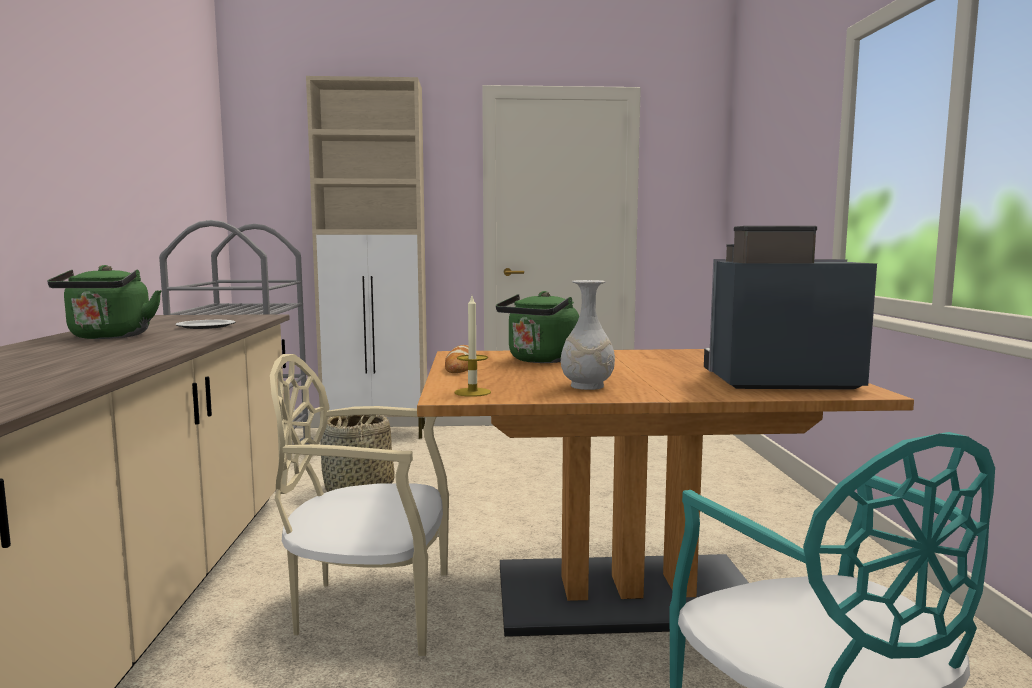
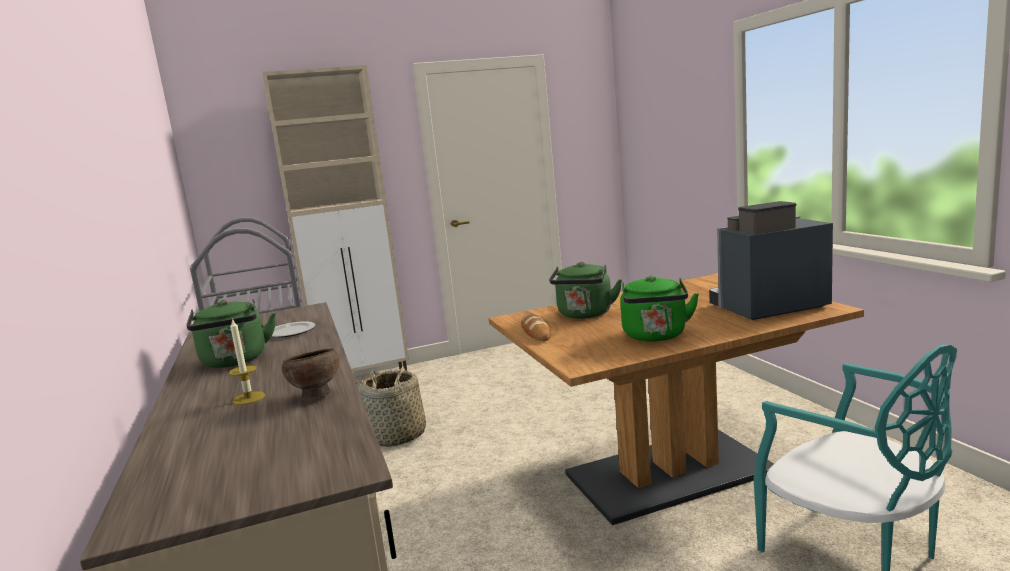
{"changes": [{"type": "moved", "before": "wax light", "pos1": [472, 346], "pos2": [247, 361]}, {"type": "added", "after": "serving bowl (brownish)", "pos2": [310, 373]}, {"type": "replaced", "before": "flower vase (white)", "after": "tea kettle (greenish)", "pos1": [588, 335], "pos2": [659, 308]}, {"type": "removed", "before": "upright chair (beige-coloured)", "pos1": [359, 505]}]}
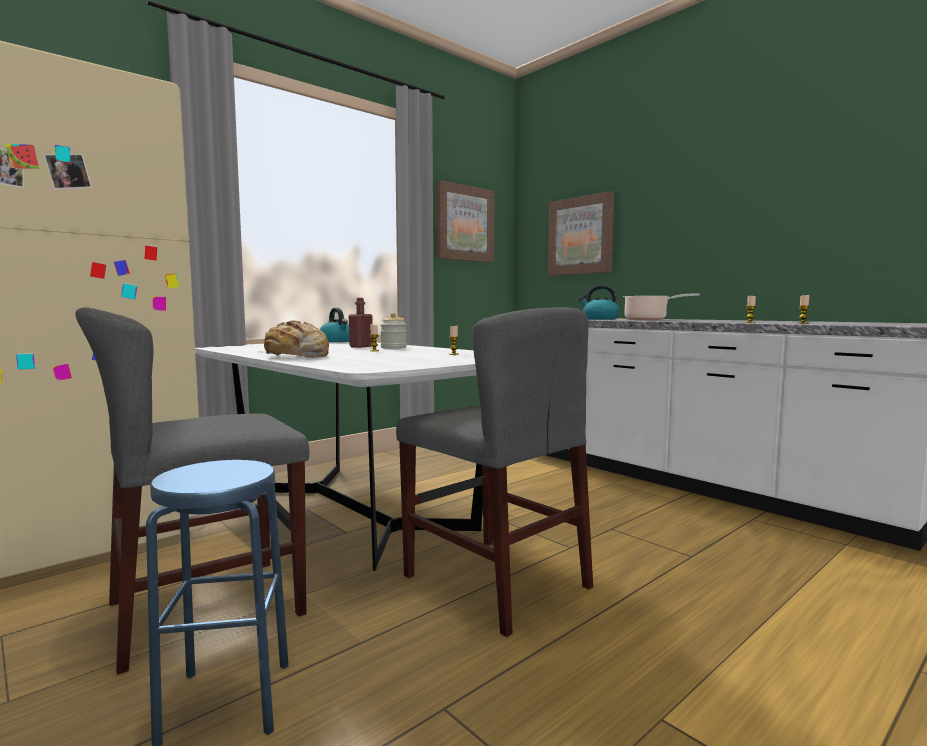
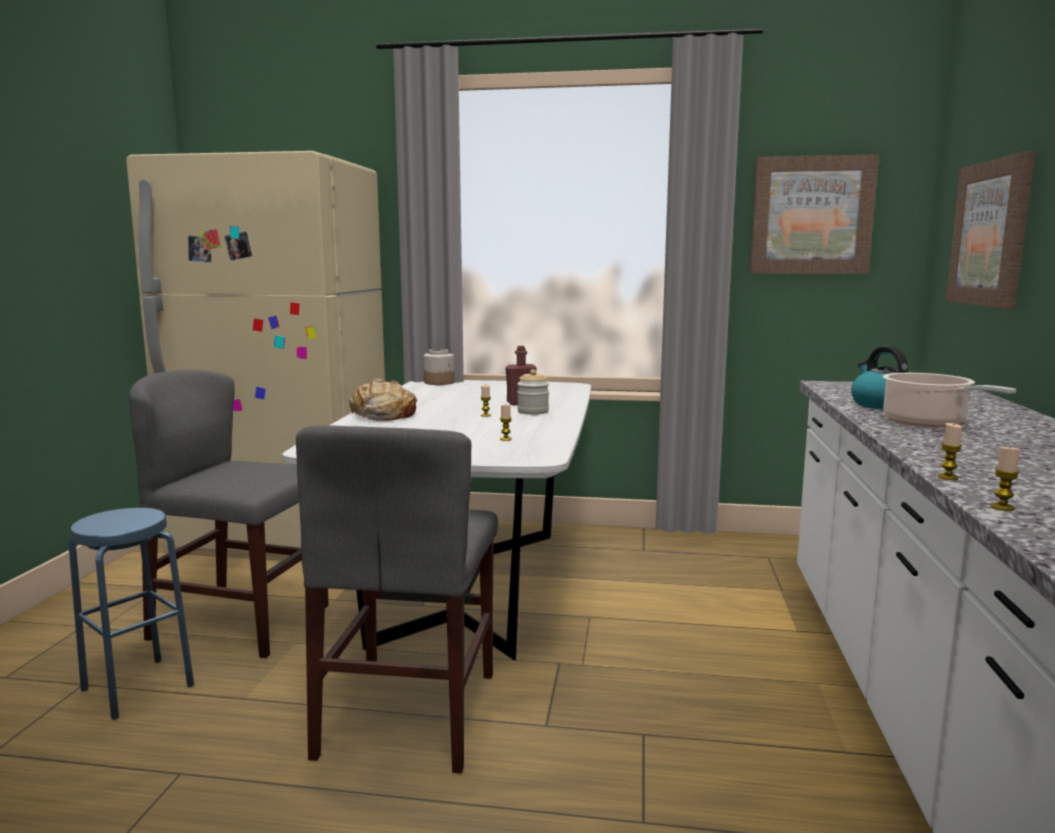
{"changes": [{"type": "added", "after": "jar", "pos2": [439, 367]}, {"type": "removed", "before": "tea kettle", "pos1": [334, 325]}]}
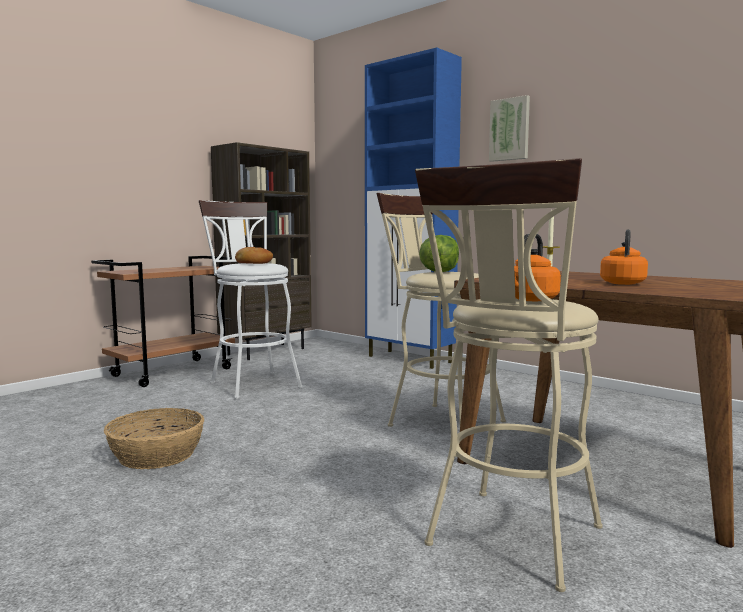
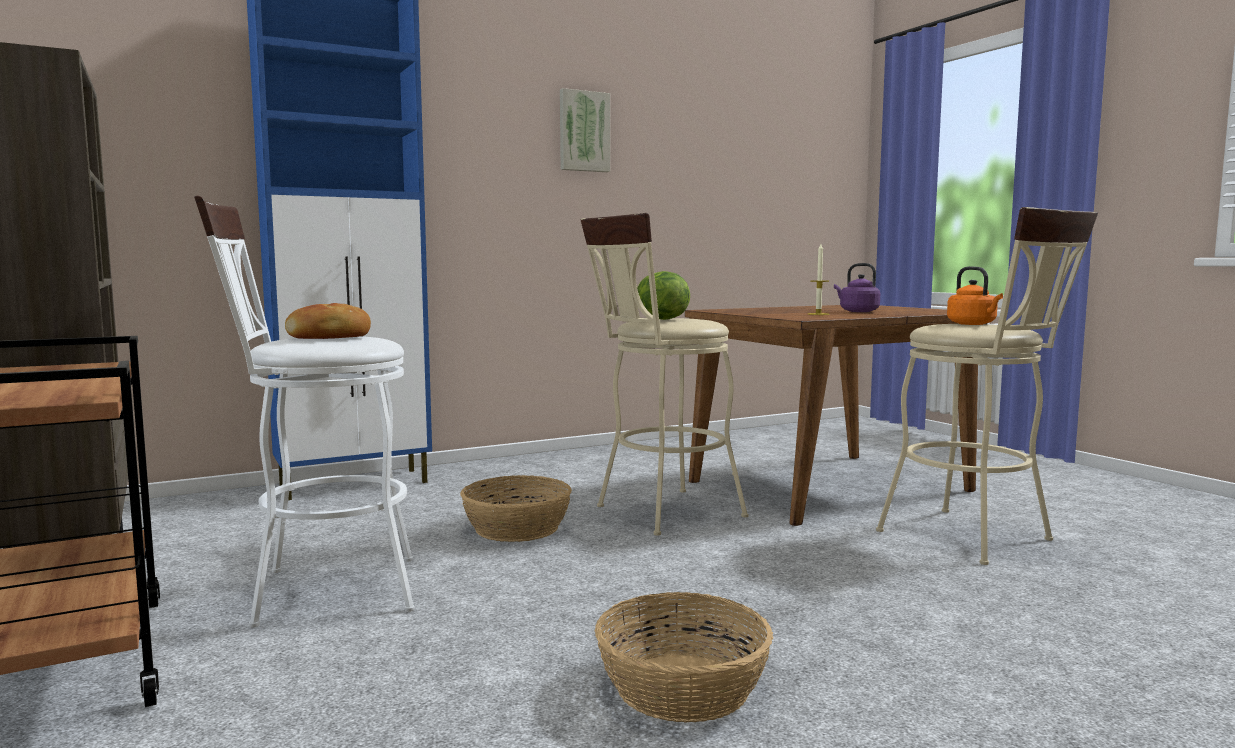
{"changes": [{"type": "added", "after": "household basket", "pos2": [516, 508]}, {"type": "moved", "before": "picture", "pos1": [509, 128], "pos2": [585, 130]}, {"type": "recoloured", "before": "tea kettle (orangey)", "after": "tea kettle (purple)", "pos1": [624, 257], "pos2": [857, 287]}]}
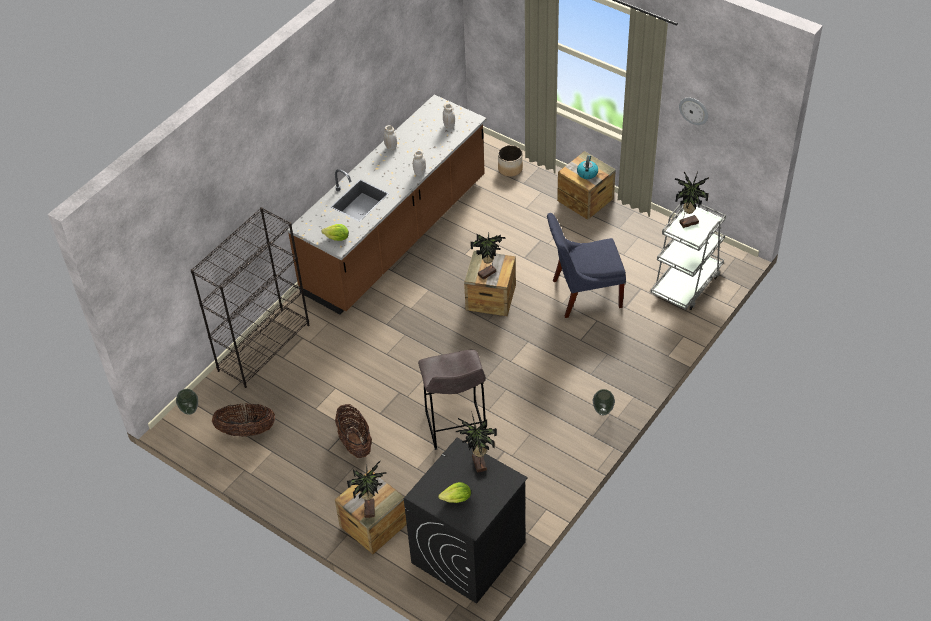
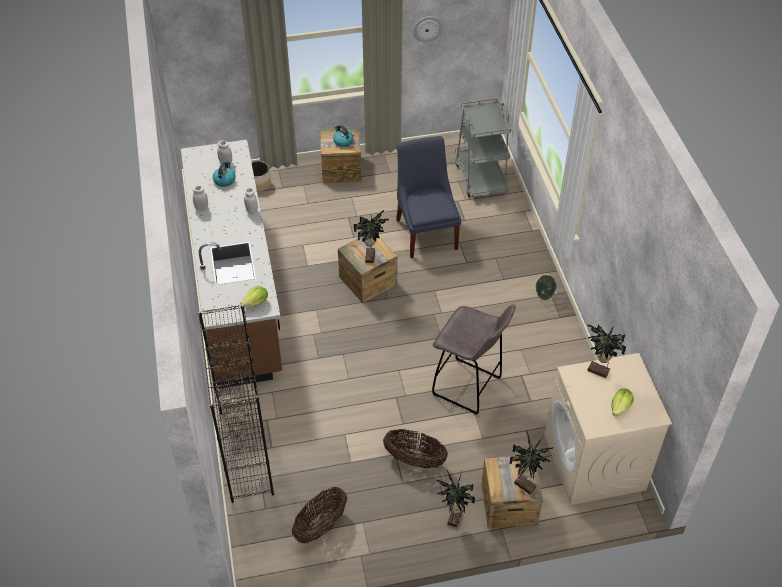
{"changes": [{"type": "added", "after": "tea kettle", "pos2": [224, 174]}, {"type": "turned", "before": "upright chair (blue)", "pos1": [586, 265], "pos2": [428, 197], "turn": 135}, {"type": "moved", "before": "potted plant", "pos1": [692, 200], "pos2": [455, 498]}, {"type": "recoloured", "before": "laundry machine (black-coloured)", "after": "laundry machine (beige-coloured)", "pos1": [466, 521], "pos2": [608, 429]}, {"type": "removed", "before": "flower vase", "pos1": [187, 402]}]}
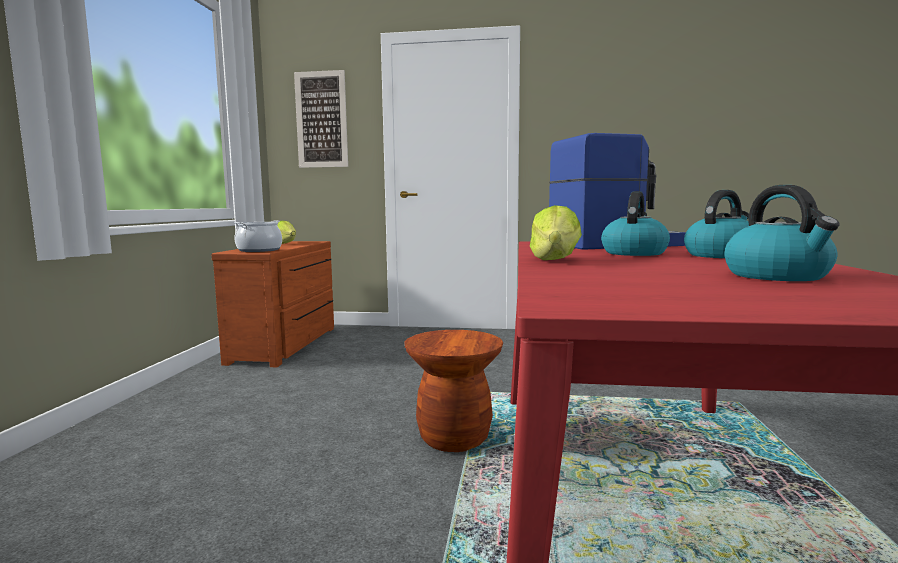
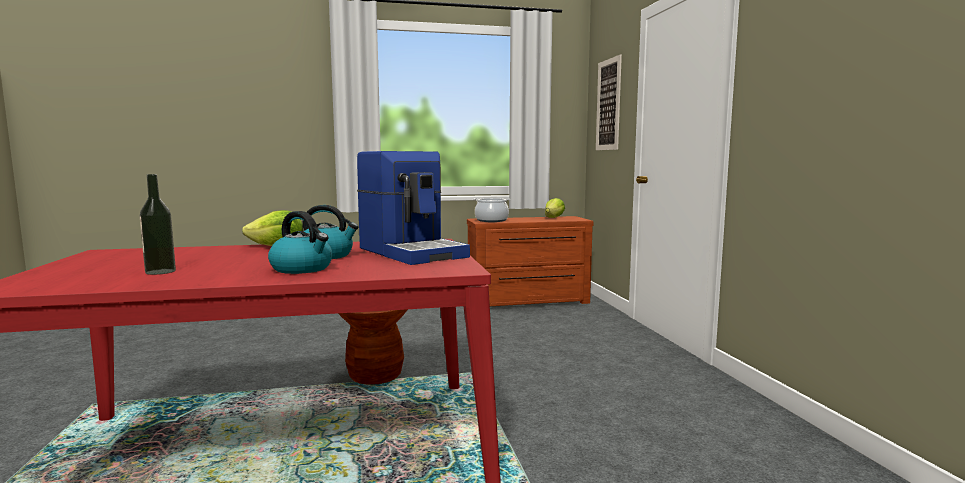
{"changes": [{"type": "replaced", "before": "tea kettle", "after": "bottle", "pos1": [782, 233], "pos2": [158, 224]}]}
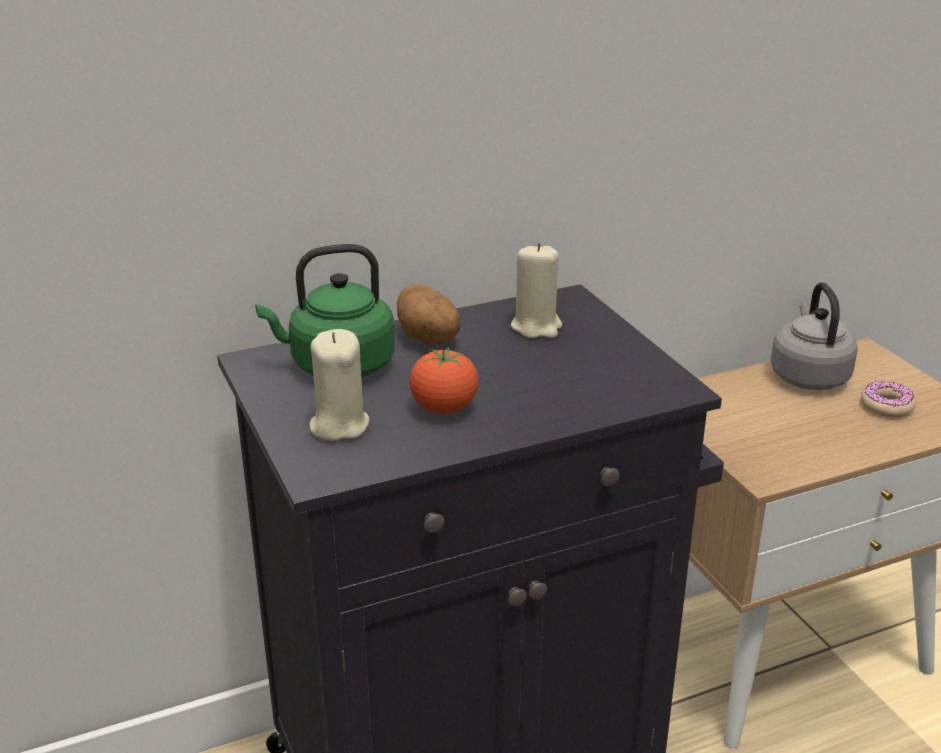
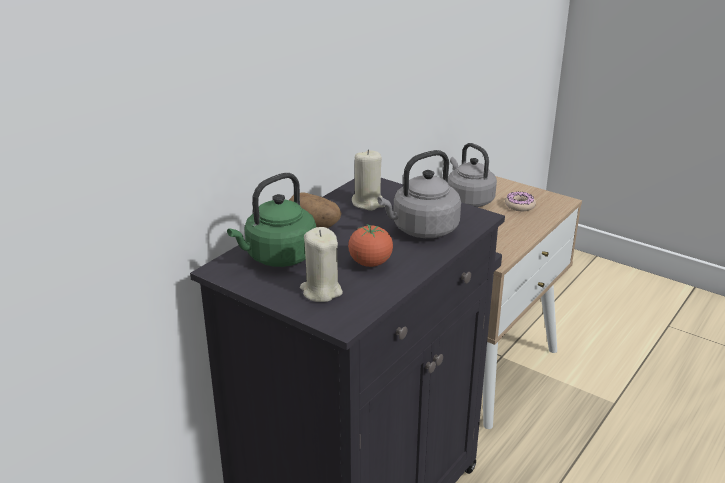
{"changes": [{"type": "added", "after": "tea kettle (grey)", "pos2": [419, 194]}]}
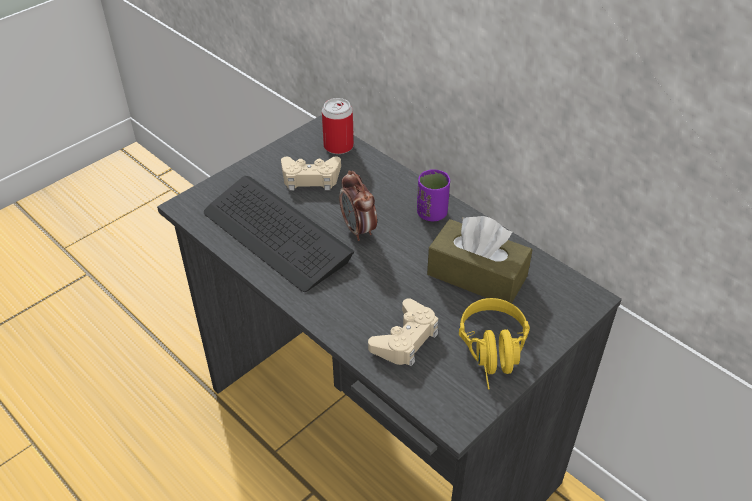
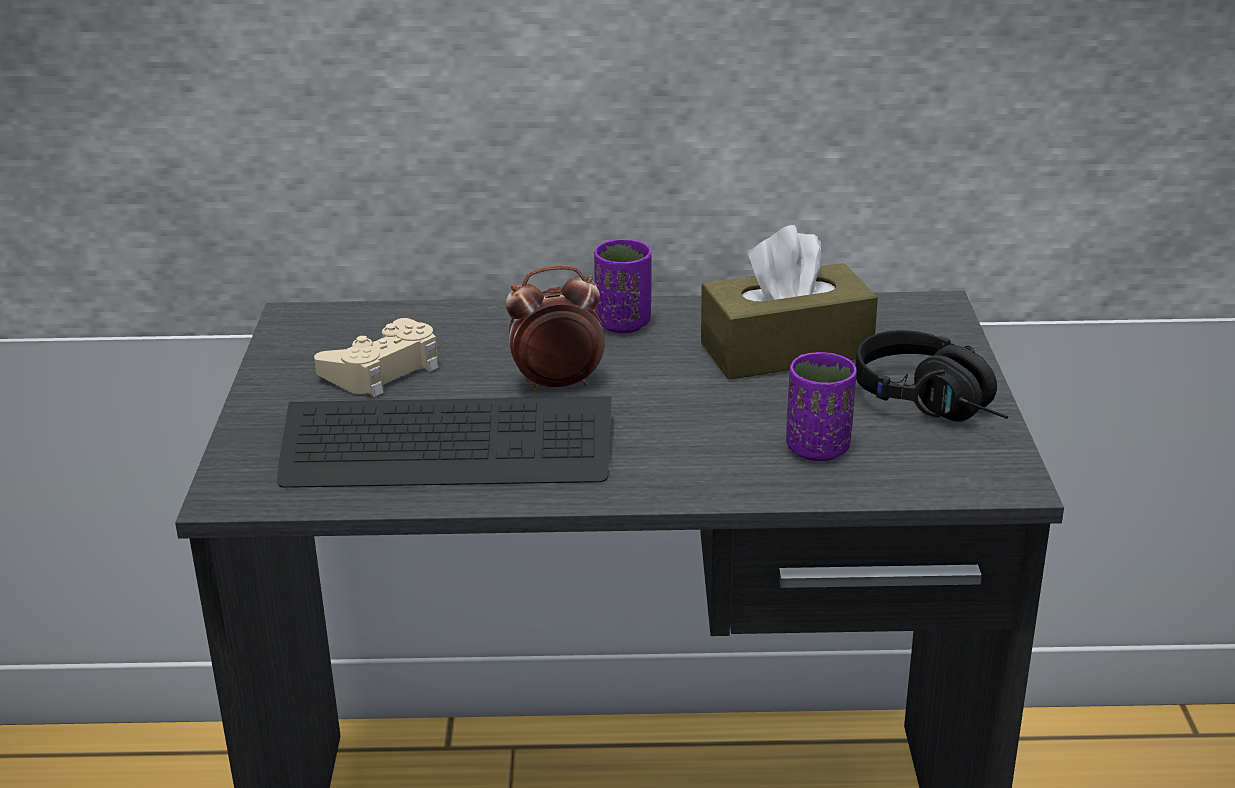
{"changes": [{"type": "turned", "before": "alarm clock", "pos1": [358, 205], "pos2": [555, 328], "turn": 150}, {"type": "replaced", "before": "game controller (beige-coloured)", "after": "drinking cup (purple)", "pos1": [403, 332], "pos2": [821, 406]}, {"type": "recoloured", "before": "headphones (yellow-coloured)", "after": "headphones (black-coloured)", "pos1": [494, 344], "pos2": [931, 376]}, {"type": "removed", "before": "can", "pos1": [338, 126]}]}
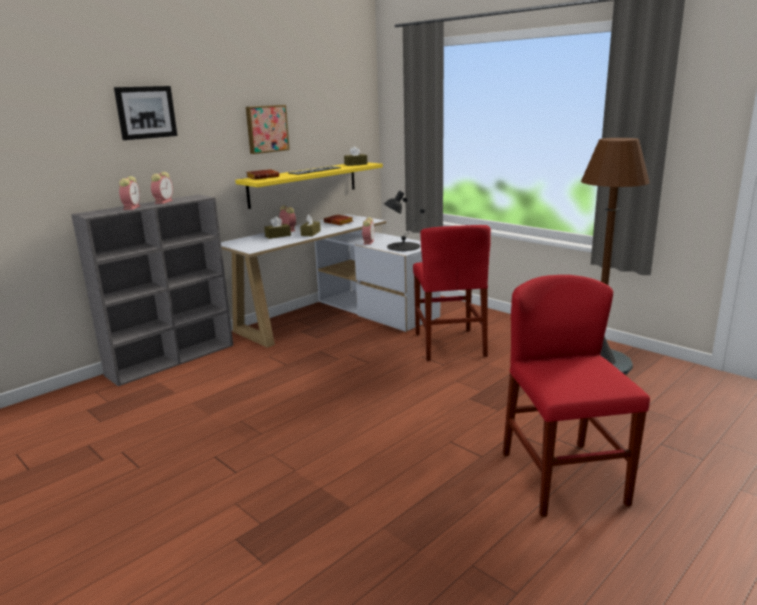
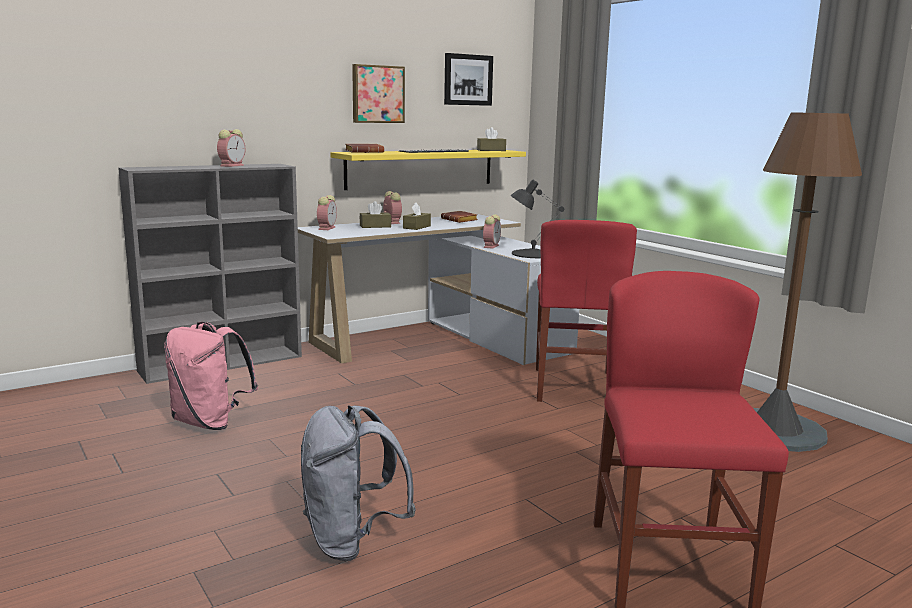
{"changes": [{"type": "added", "after": "rucksack (pinkish)", "pos2": [211, 376]}, {"type": "added", "after": "rucksack (grey)", "pos2": [358, 483]}, {"type": "moved", "before": "alarm clock", "pos1": [129, 193], "pos2": [327, 212]}, {"type": "moved", "before": "picture", "pos1": [145, 113], "pos2": [468, 79]}]}
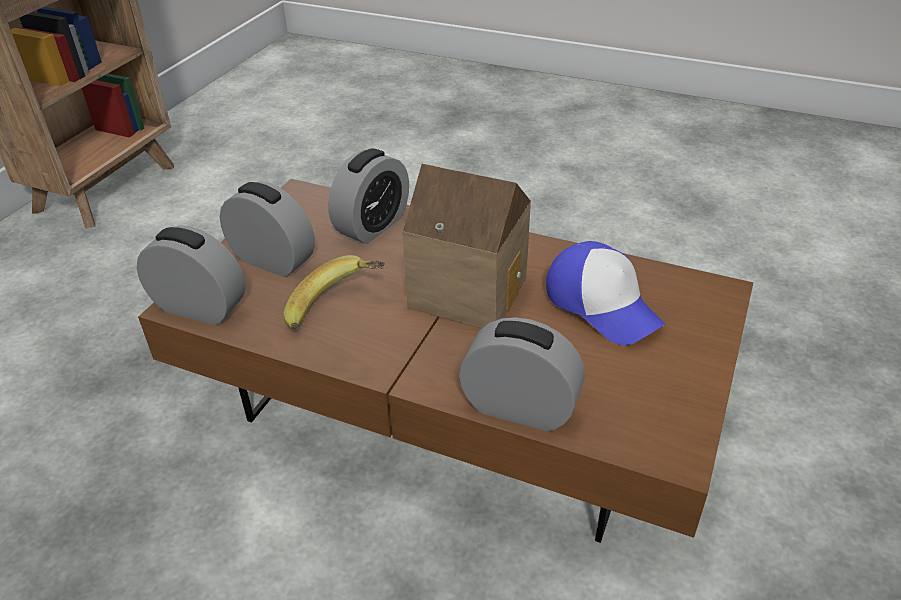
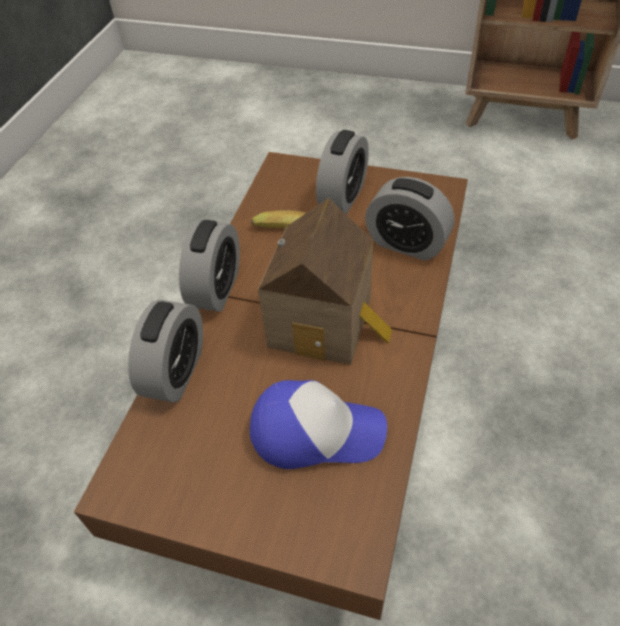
{"changes": [{"type": "moved", "before": "alarm clock", "pos1": [191, 275], "pos2": [209, 266]}, {"type": "turned", "before": "baseball cap", "pos1": [605, 293], "pos2": [318, 424], "turn": -135}]}
